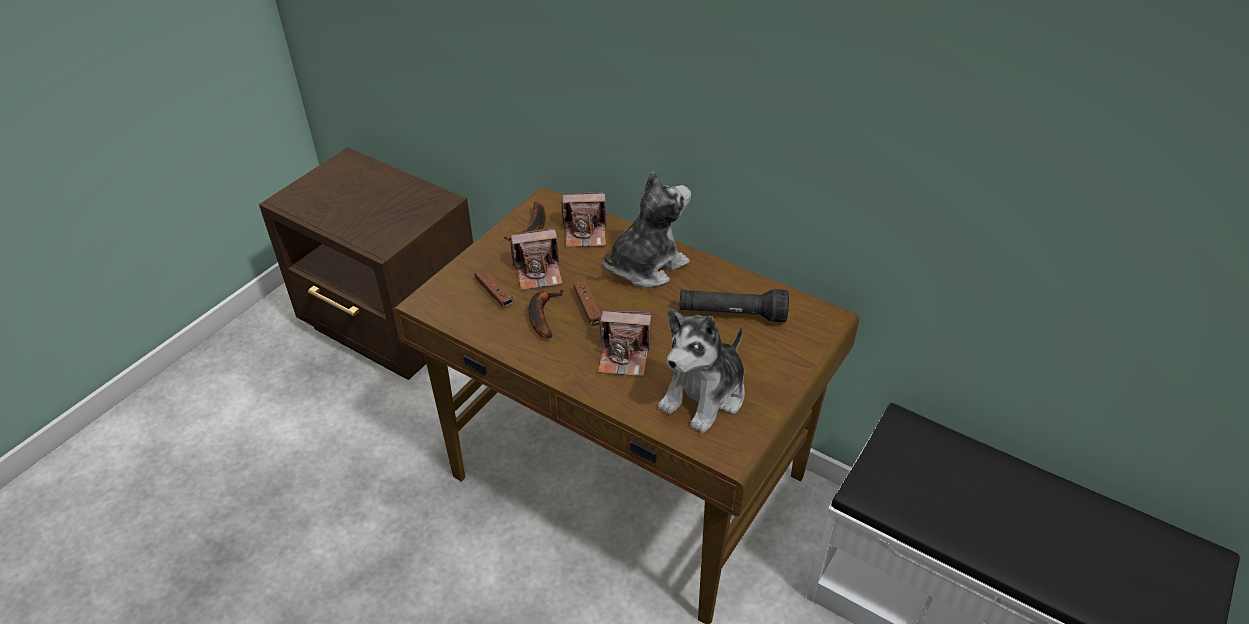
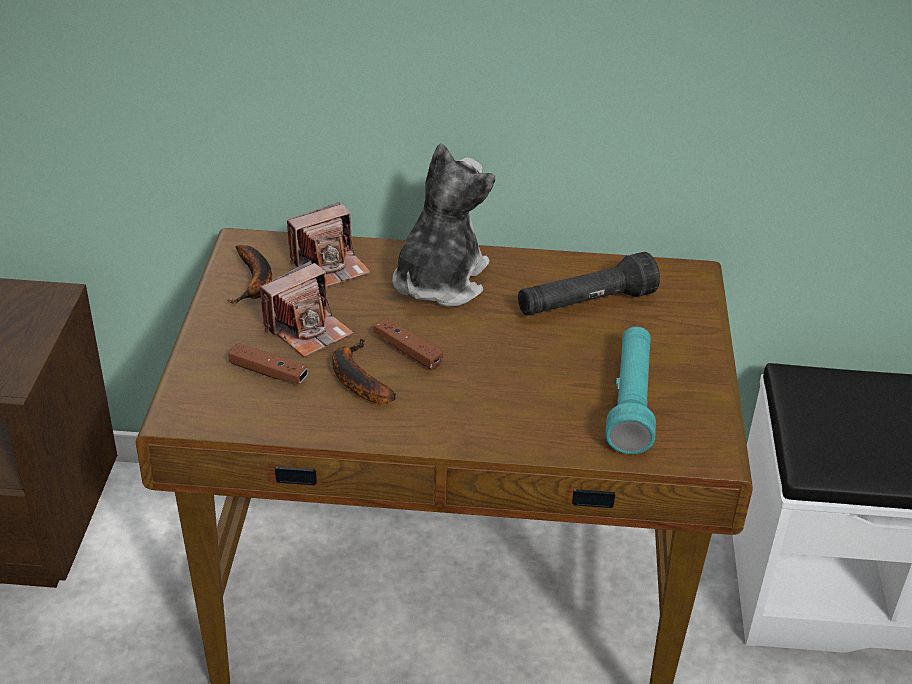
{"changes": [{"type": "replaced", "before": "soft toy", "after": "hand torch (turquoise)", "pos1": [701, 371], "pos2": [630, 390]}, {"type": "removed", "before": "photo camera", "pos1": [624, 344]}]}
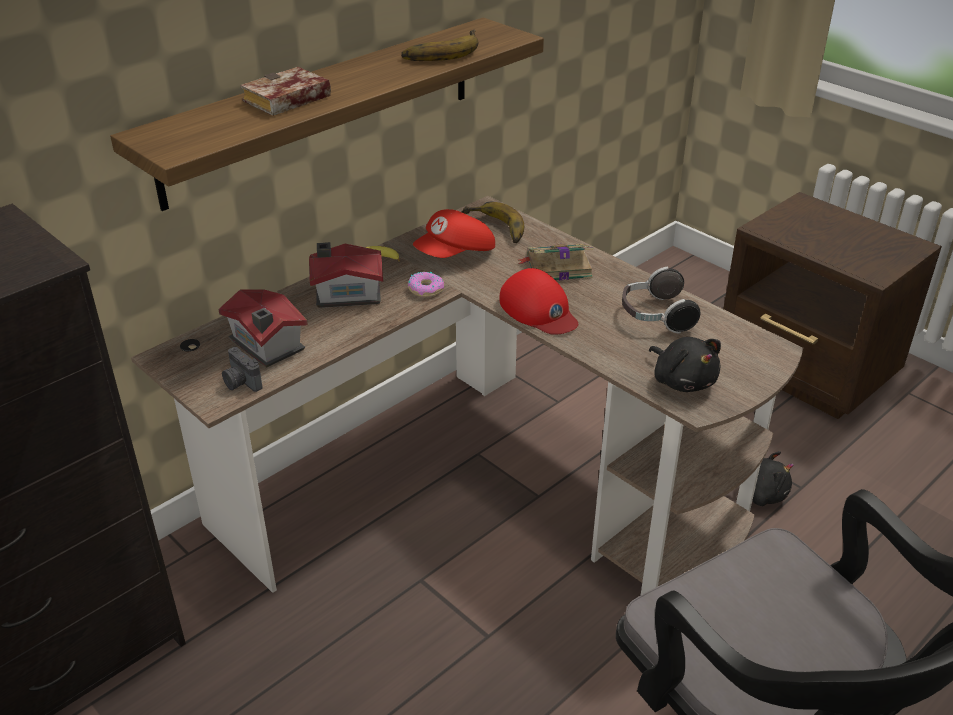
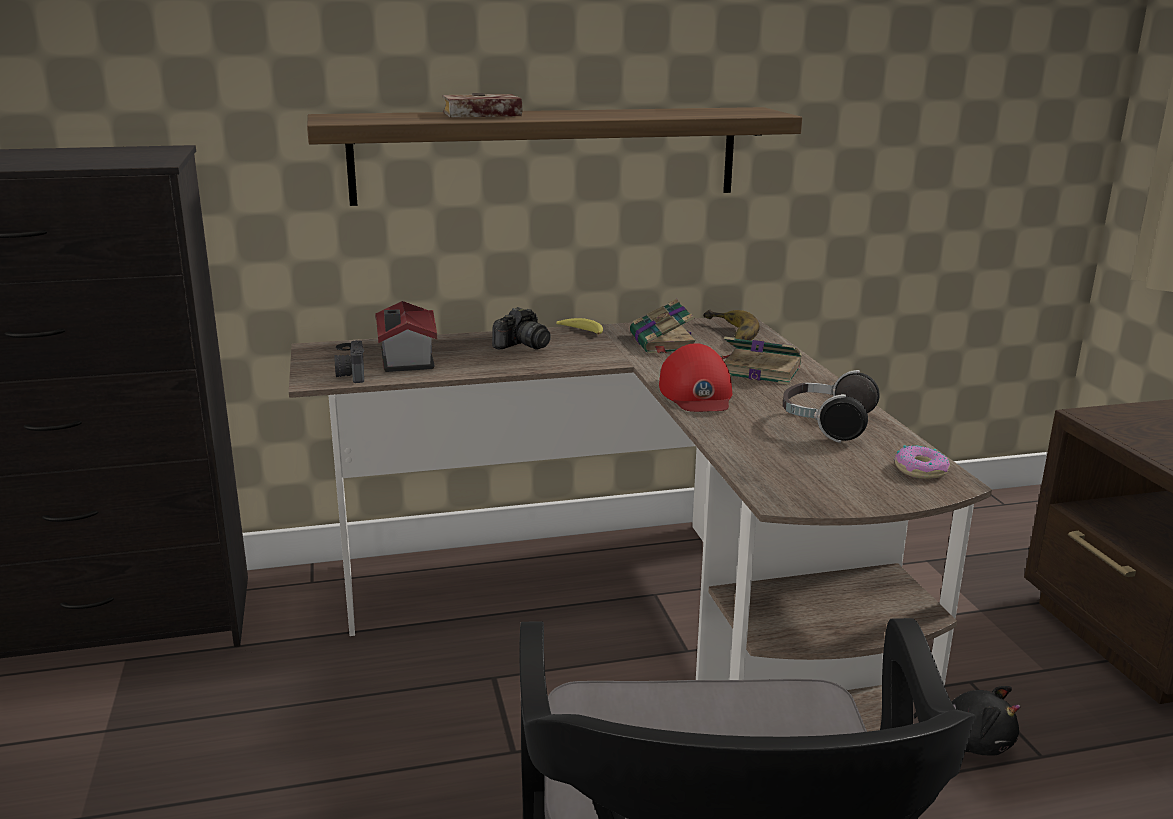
{"changes": [{"type": "replaced", "before": "model house", "after": "photo camera", "pos1": [346, 275], "pos2": [521, 328]}, {"type": "replaced", "before": "baseball cap (red)", "after": "bound book", "pos1": [454, 233], "pos2": [663, 326]}, {"type": "moved", "before": "doughnut", "pos1": [426, 284], "pos2": [922, 462]}, {"type": "removed", "before": "banana fruit", "pos1": [439, 45]}, {"type": "removed", "before": "soft toy (black-coloured)", "pos1": [685, 364]}]}
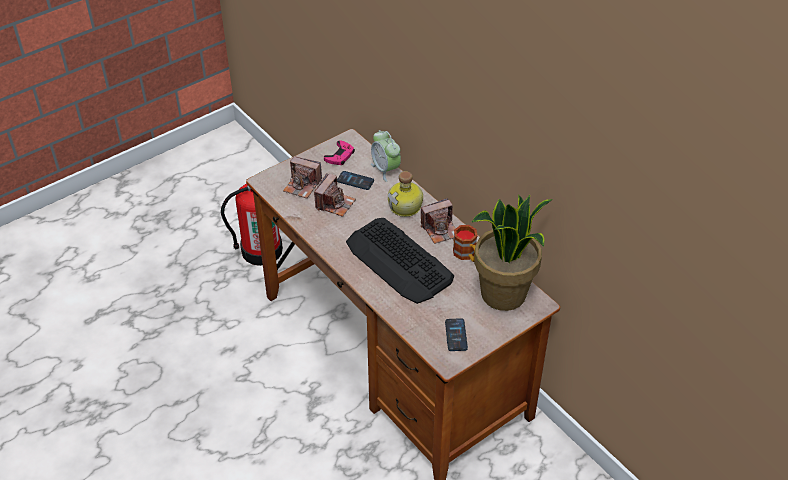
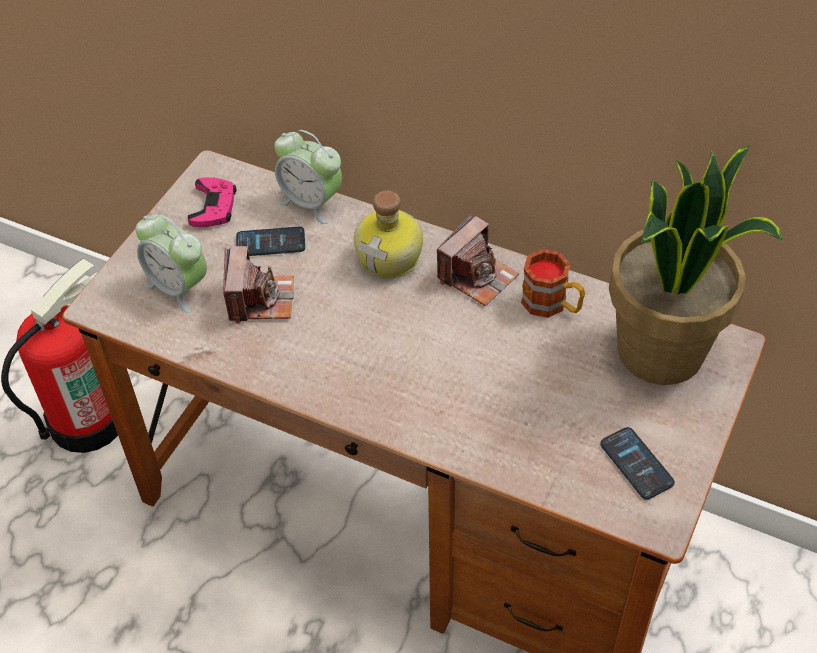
{"changes": [{"type": "replaced", "before": "photo camera", "after": "alarm clock", "pos1": [302, 177], "pos2": [171, 264]}, {"type": "removed", "before": "computer keyboard", "pos1": [400, 261]}]}
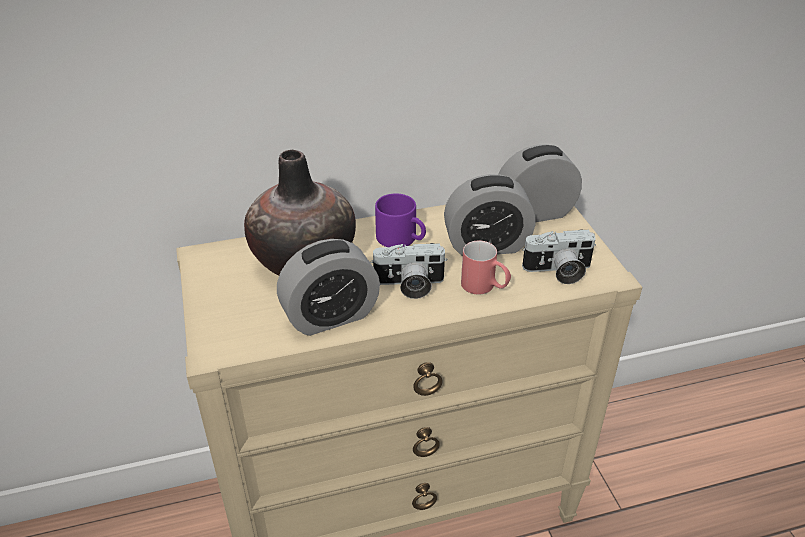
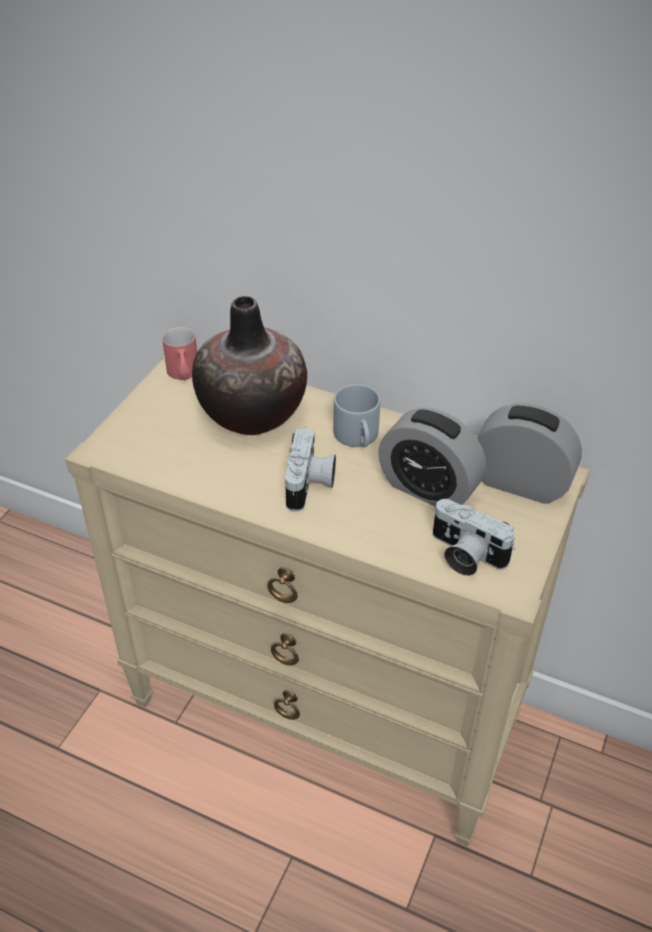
{"changes": [{"type": "moved", "before": "mug (red)", "pos1": [486, 268], "pos2": [179, 353]}, {"type": "turned", "before": "photo camera", "pos1": [409, 271], "pos2": [310, 469], "turn": -120}, {"type": "recoloured", "before": "mug (purple)", "after": "mug (grey)", "pos1": [400, 220], "pos2": [356, 415]}, {"type": "removed", "before": "alarm clock", "pos1": [328, 287]}]}
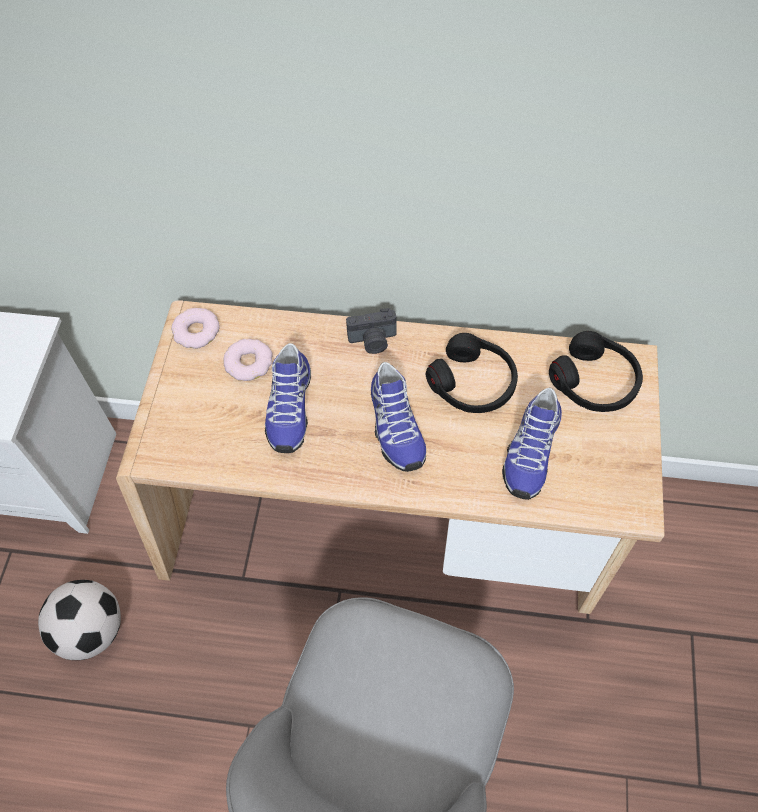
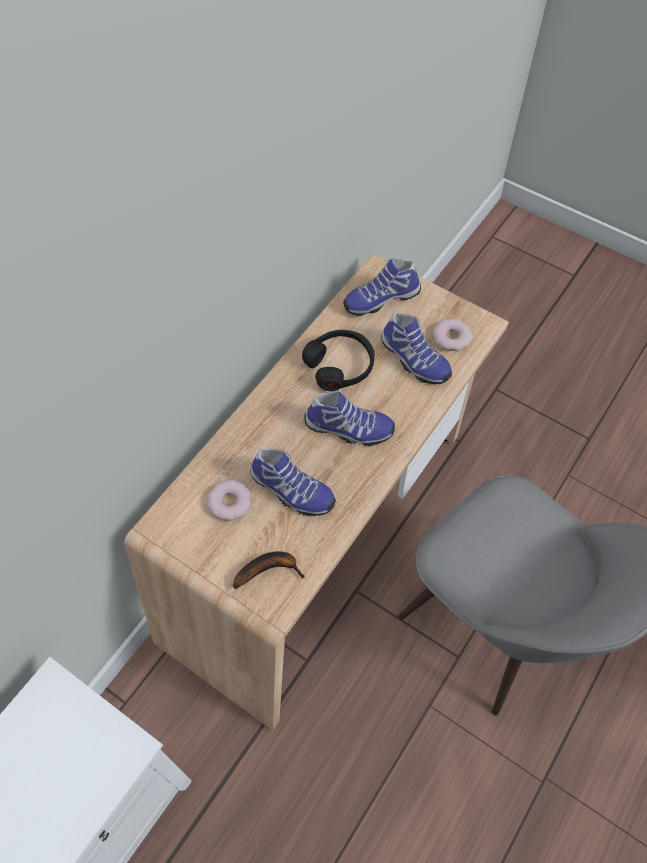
{"changes": [{"type": "added", "after": "banana fruit", "pos2": [269, 570]}, {"type": "replaced", "before": "headphones (black-coloured)", "after": "shoe", "pos1": [596, 371], "pos2": [382, 287]}, {"type": "moved", "before": "doughnut", "pos1": [195, 328], "pos2": [452, 335]}, {"type": "removed", "before": "football", "pos1": [79, 620]}, {"type": "removed", "before": "photo camera", "pos1": [371, 331]}]}
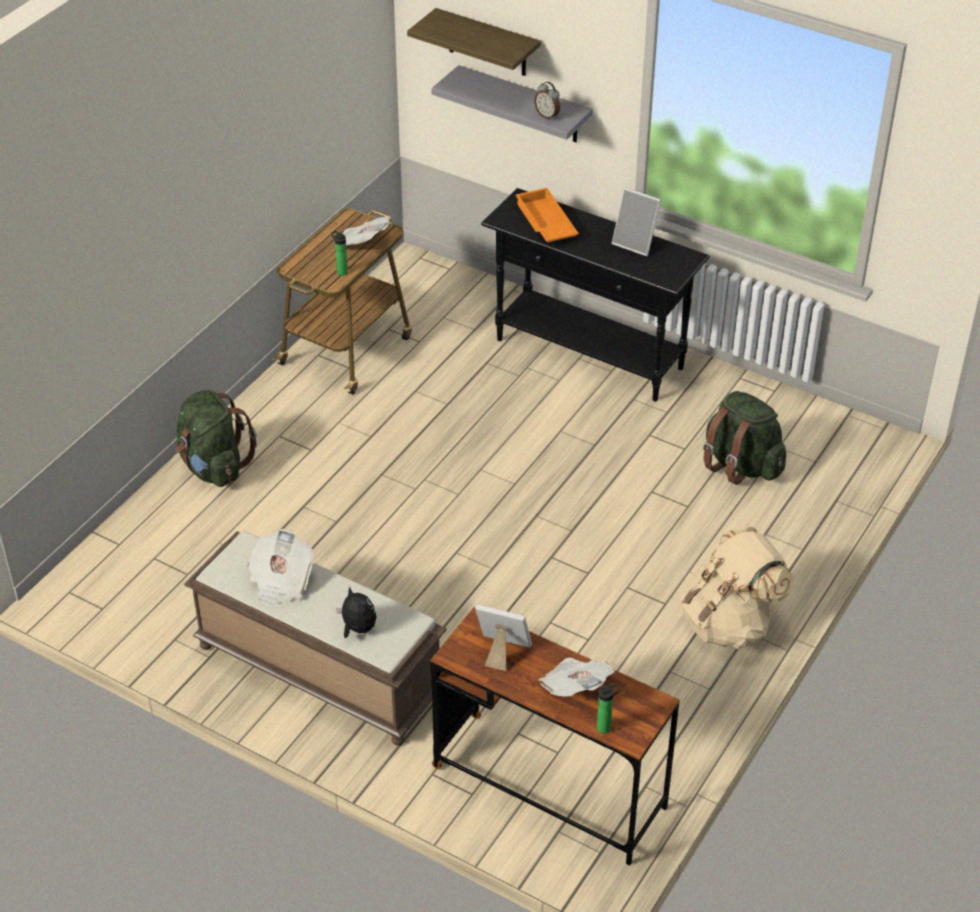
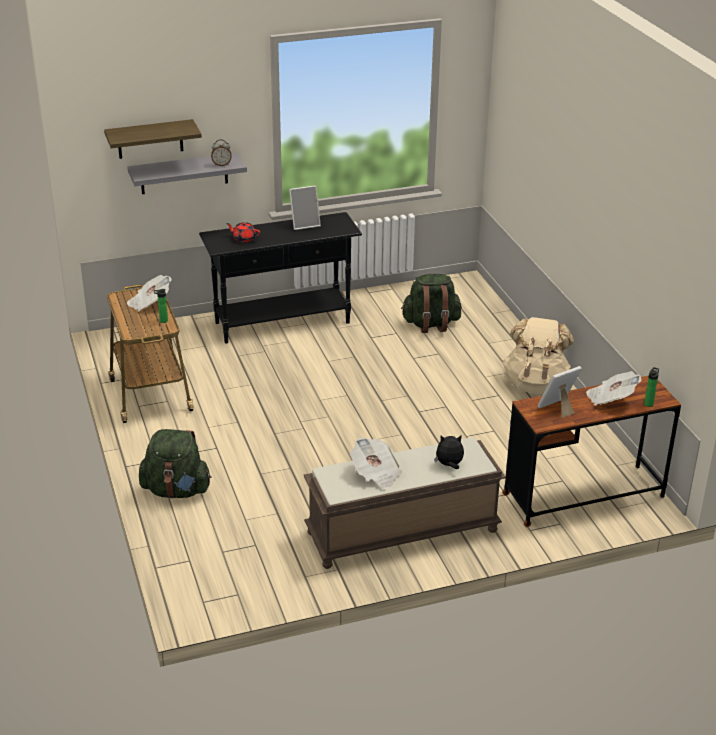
{"changes": [{"type": "replaced", "before": "tray (orangey)", "after": "tea pot (red)", "pos1": [547, 215], "pos2": [243, 232]}]}
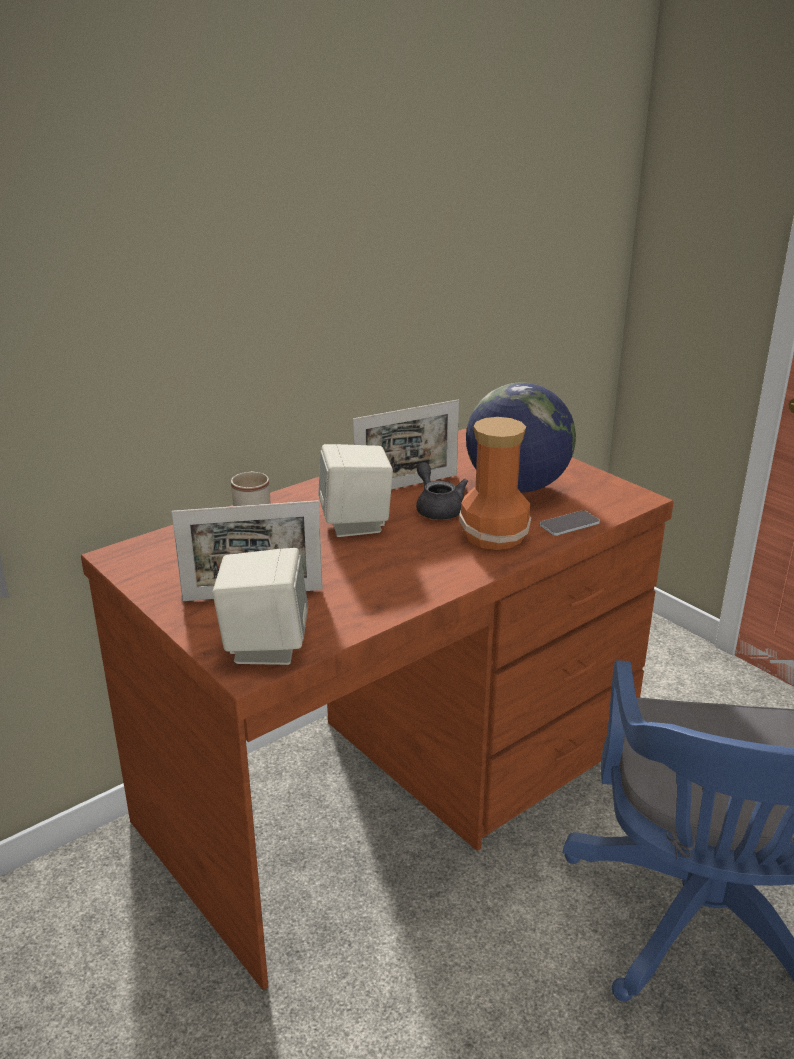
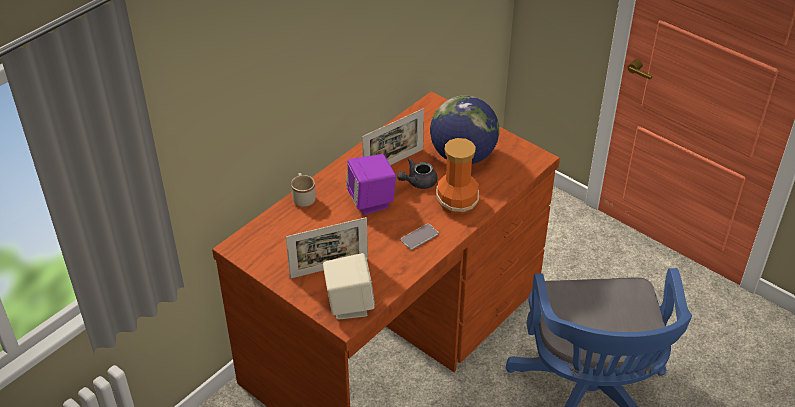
{"changes": [{"type": "recoloured", "before": "speaker (beige-coloured)", "after": "speaker (purple)", "pos1": [355, 490], "pos2": [371, 184]}, {"type": "turned", "before": "tea pot (grey)", "pos1": [442, 491], "pos2": [417, 173], "turn": -90}, {"type": "moved", "before": "phone", "pos1": [570, 523], "pos2": [419, 237]}]}
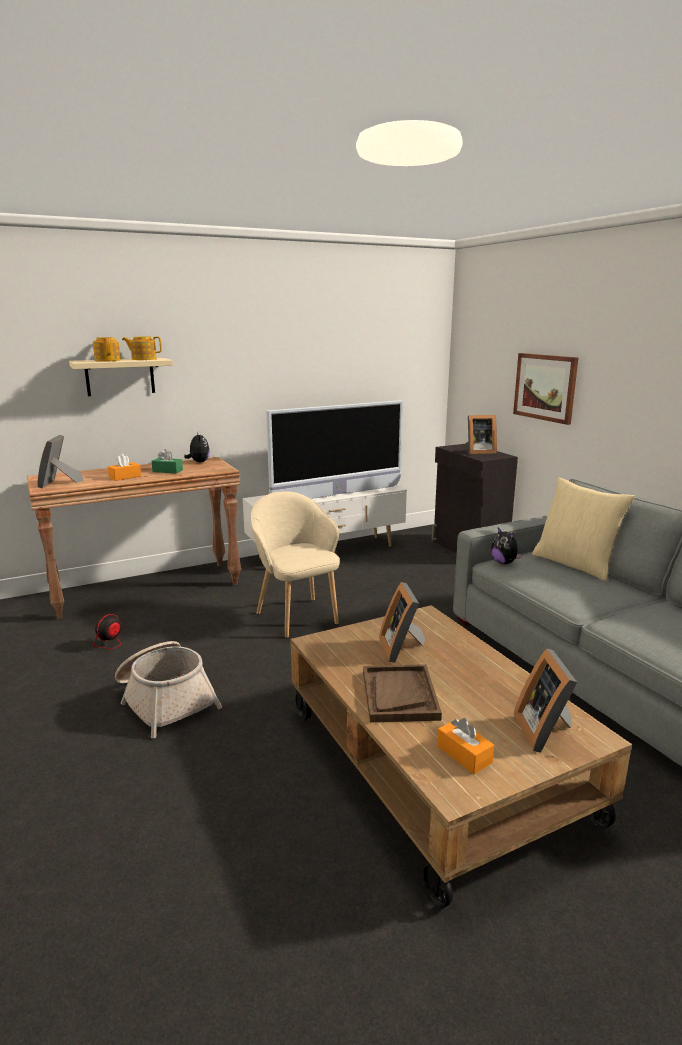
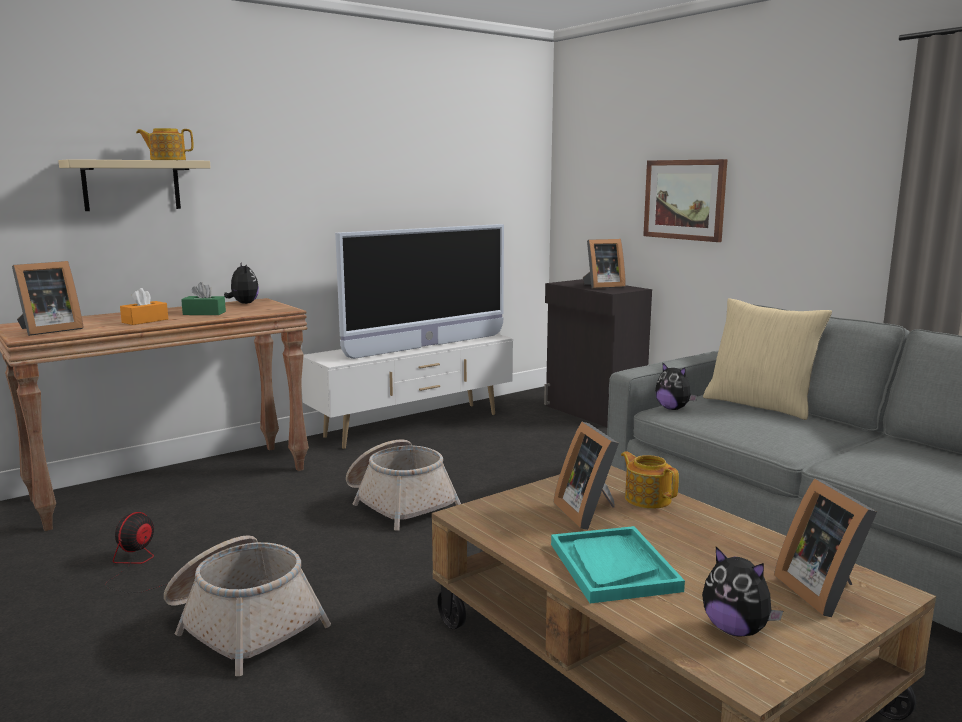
{"changes": [{"type": "turned", "before": "photo frame", "pos1": [60, 462], "pos2": [48, 298], "turn": -120}, {"type": "replaced", "before": "armchair (beige-coloured)", "after": "household basket", "pos1": [295, 564], "pos2": [403, 484]}, {"type": "recoloured", "before": "tray (brownish)", "after": "tray (turquoise)", "pos1": [402, 693], "pos2": [618, 564]}, {"type": "moved", "before": "tea pot", "pos1": [107, 349], "pos2": [650, 480]}, {"type": "replaced", "before": "tissue holder (orangey)", "after": "soft toy", "pos1": [465, 746], "pos2": [742, 592]}]}
